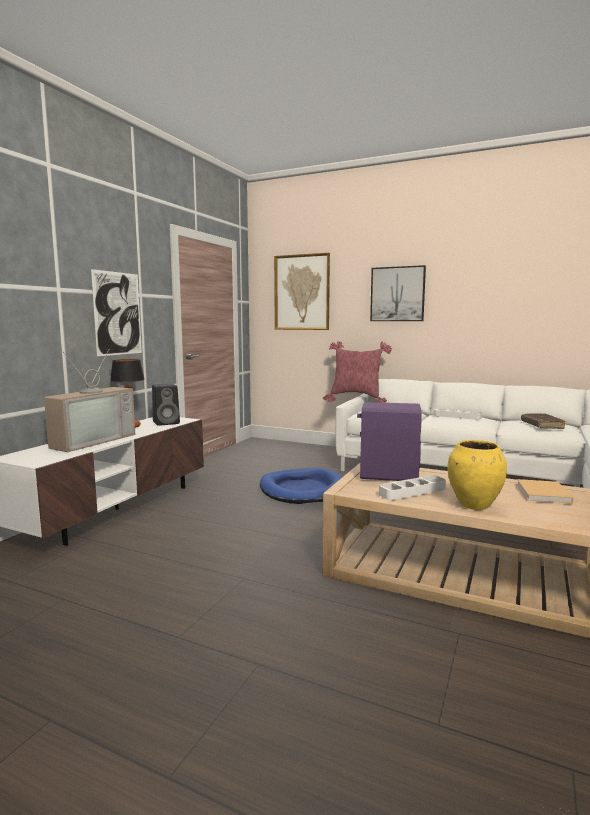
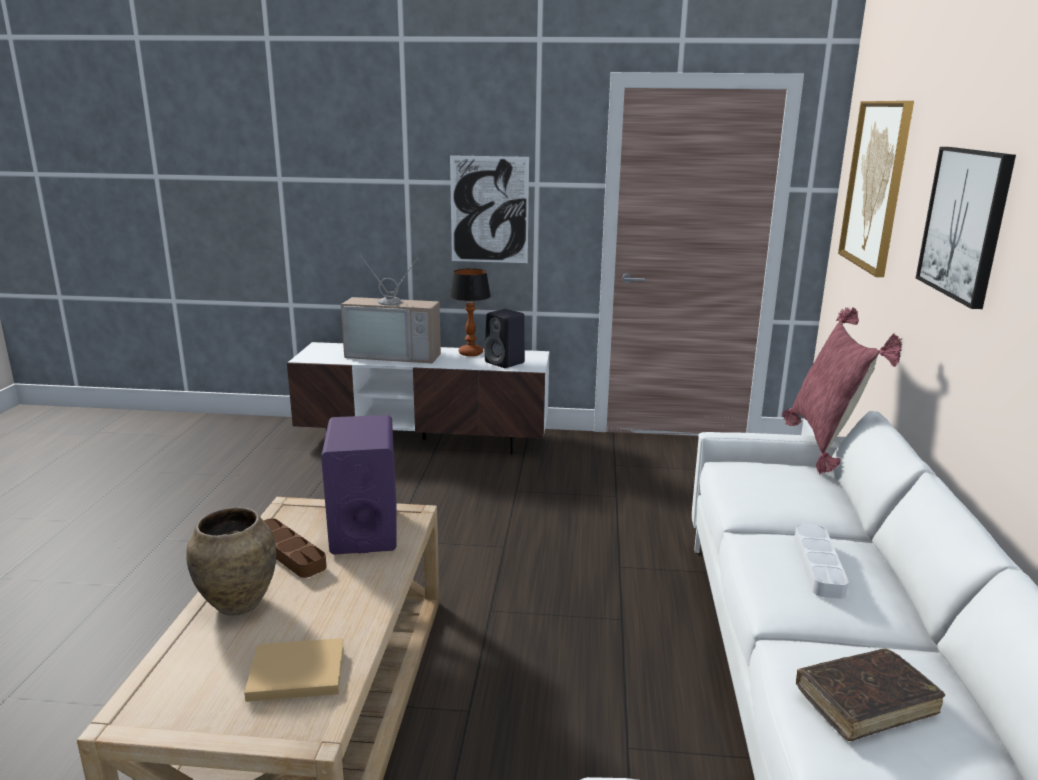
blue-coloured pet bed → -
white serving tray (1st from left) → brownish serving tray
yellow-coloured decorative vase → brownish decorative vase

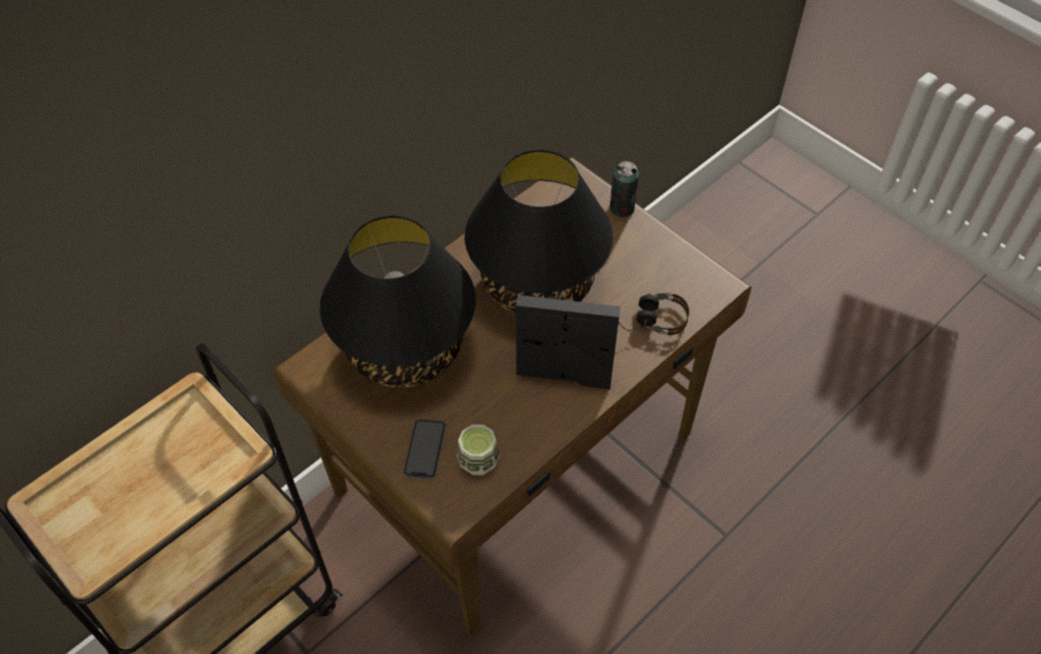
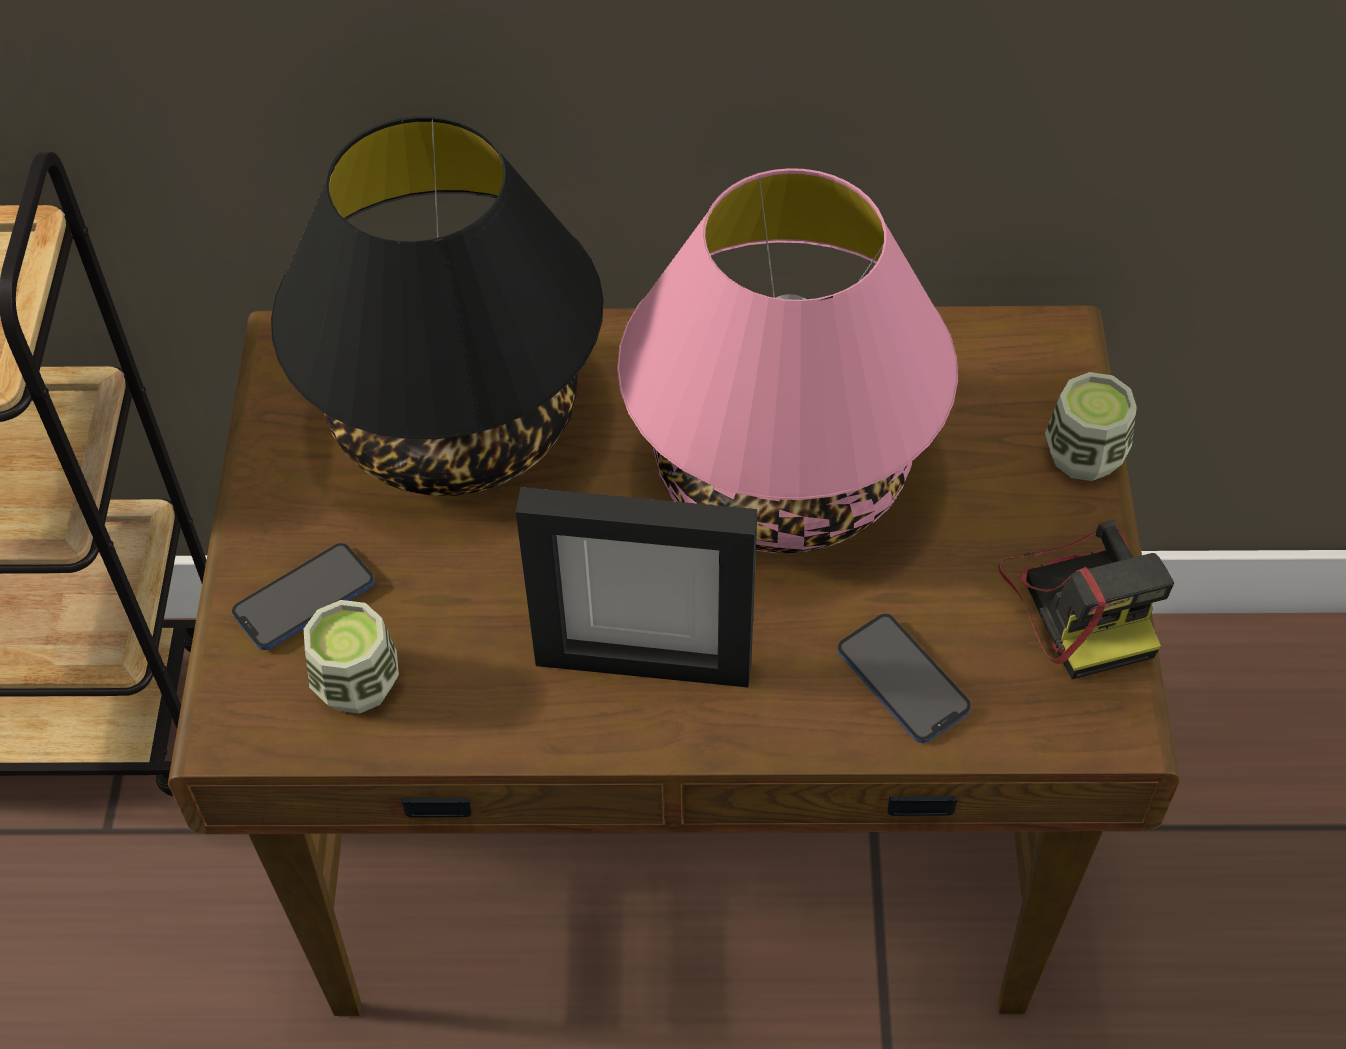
- → photo camera
can → cup (2nd from left)
headset → phone (2nd from left)
black lamp for a table (2nd from left) → pink lamp for a table
picture frame, 135 degrees clockwise

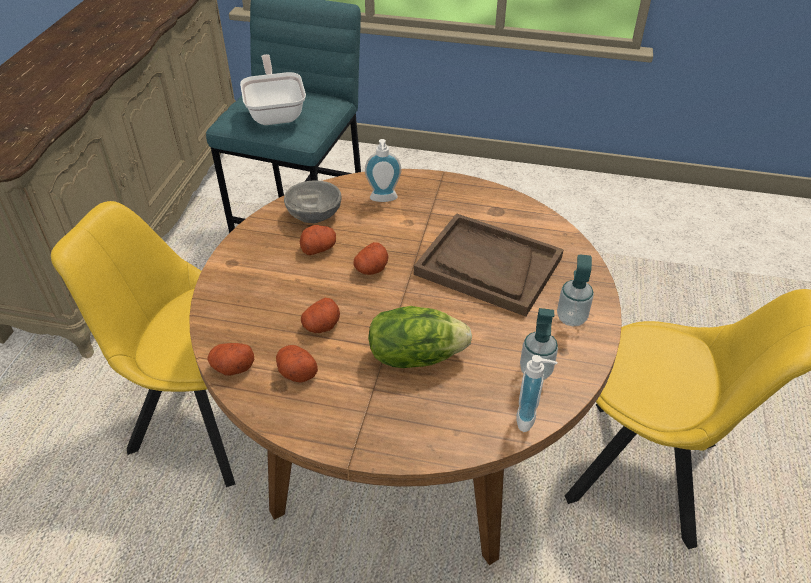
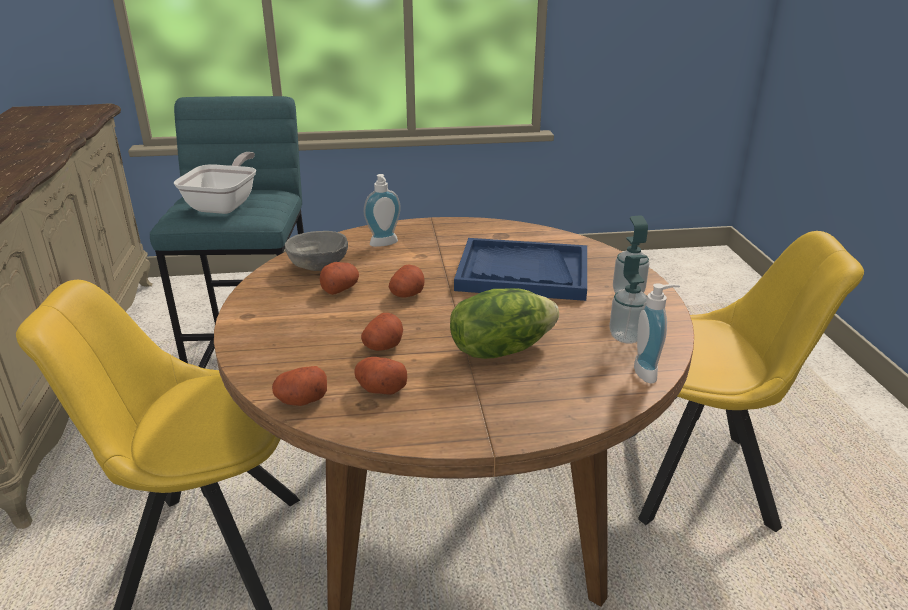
brownish serving tray → blue-coloured serving tray
pan, 45 degrees clockwise

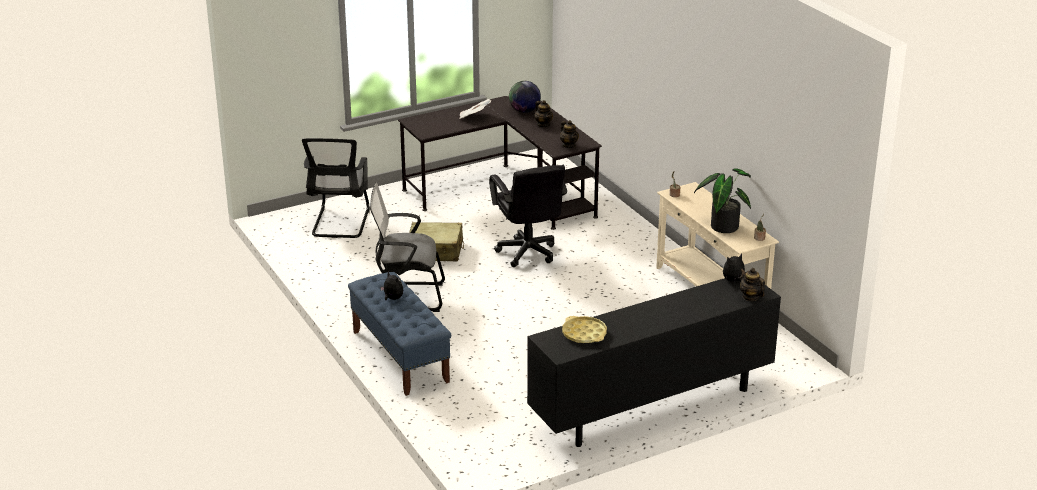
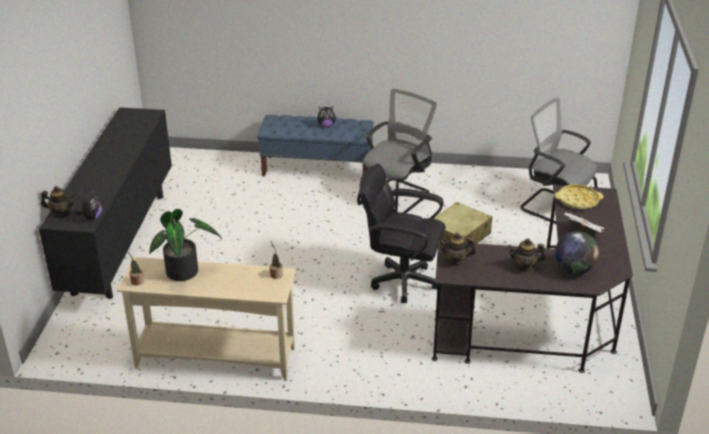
yellow-coloured serving tray, moved

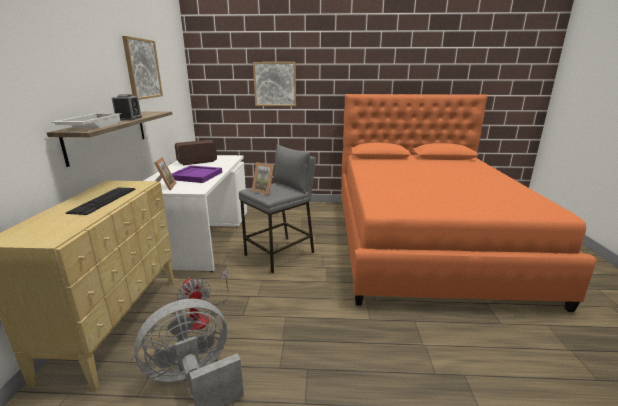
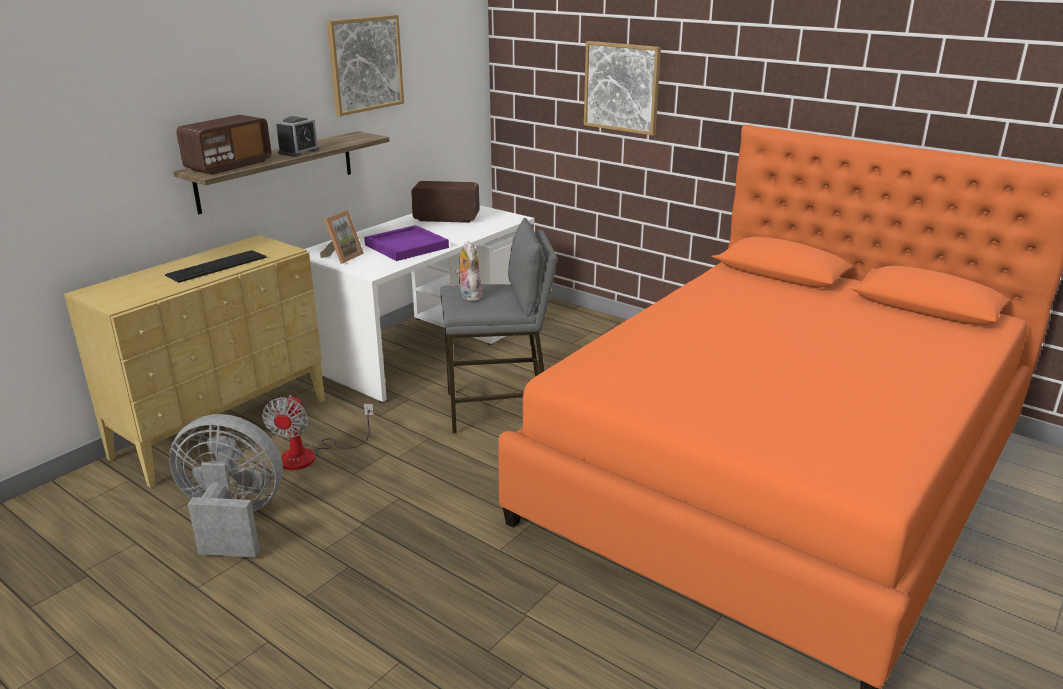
white serving tray → radio (1st from left)
picture frame (2nd from left) → cuddly toy

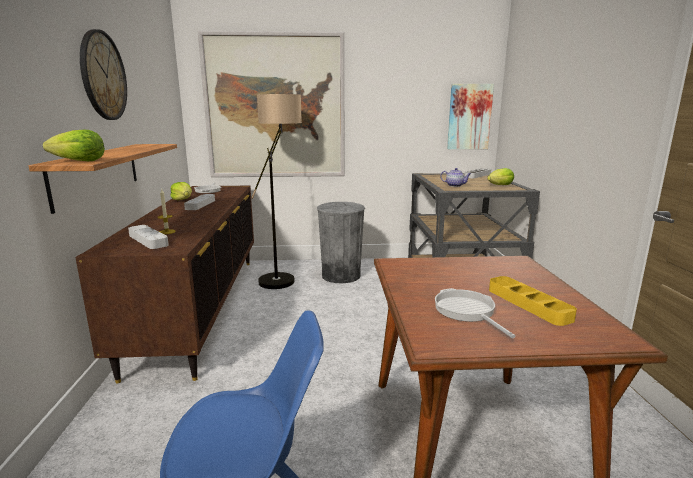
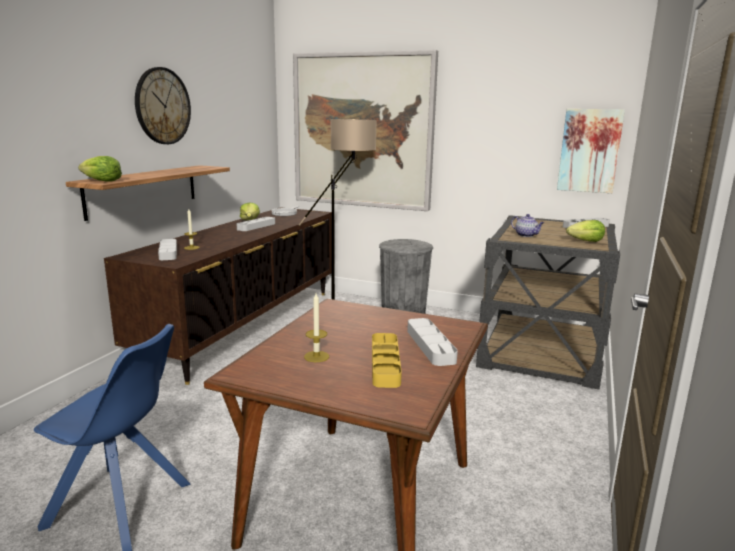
- → greyish serving tray (3rd from left)
pan (2nd from left) → wax light (2nd from left)

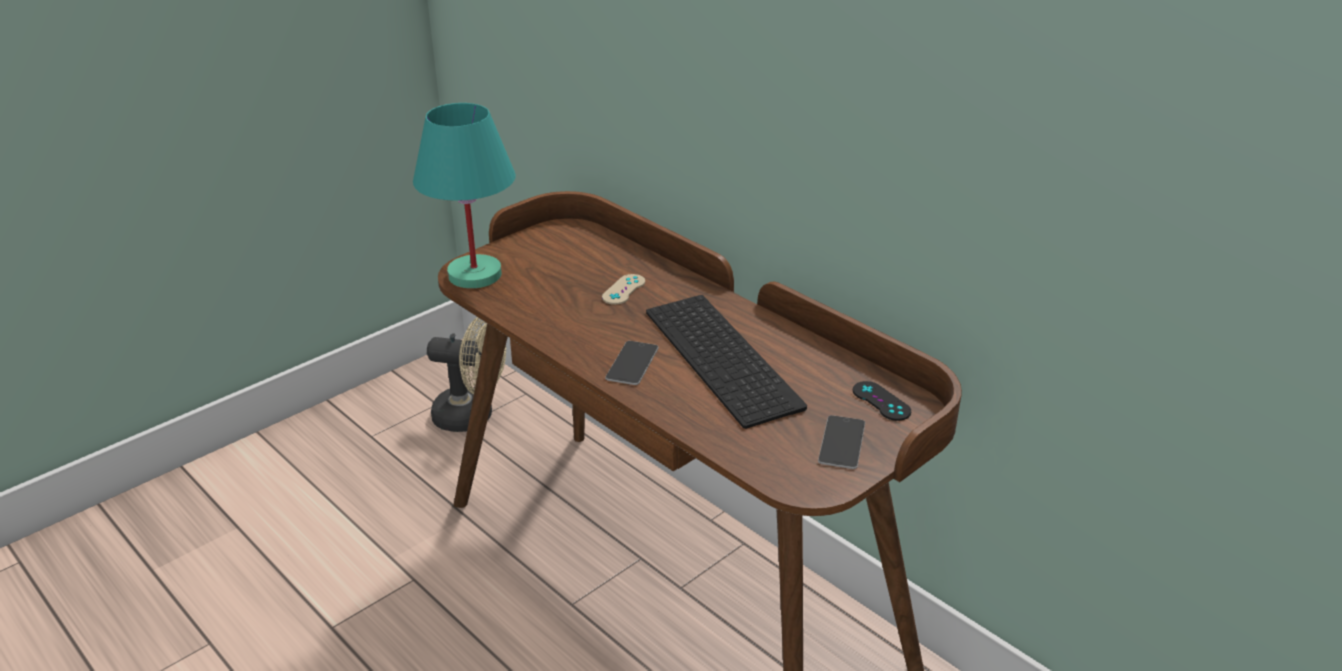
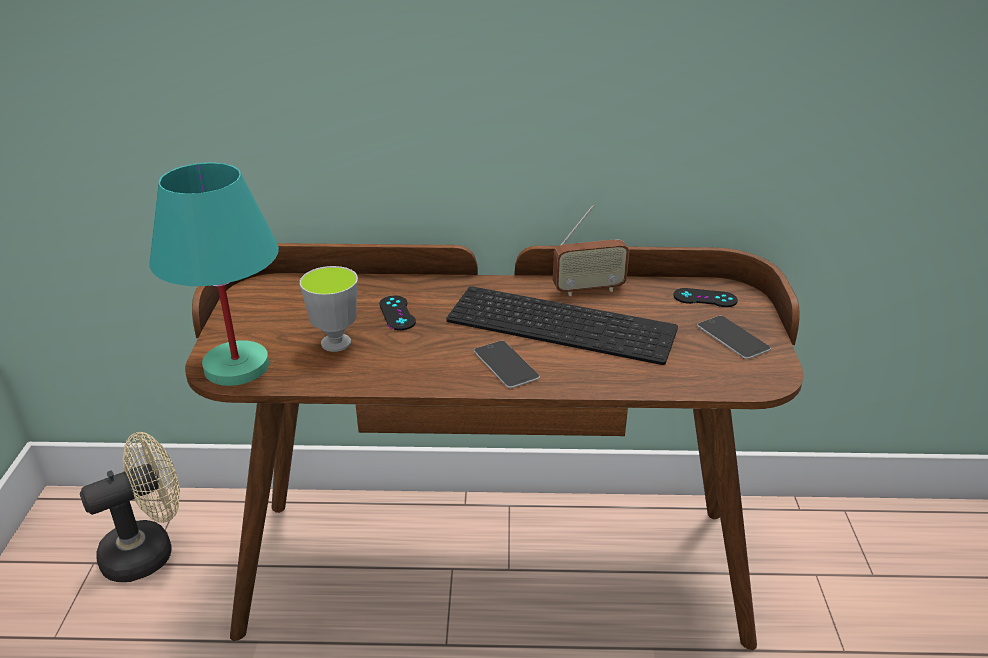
- → cup
- → radio
sand-coloured gamepad → black gamepad (1st from left)

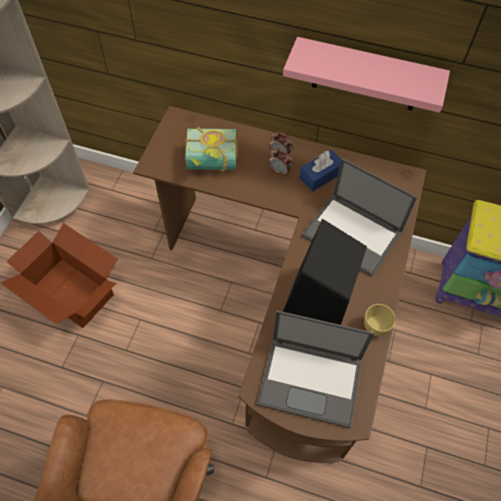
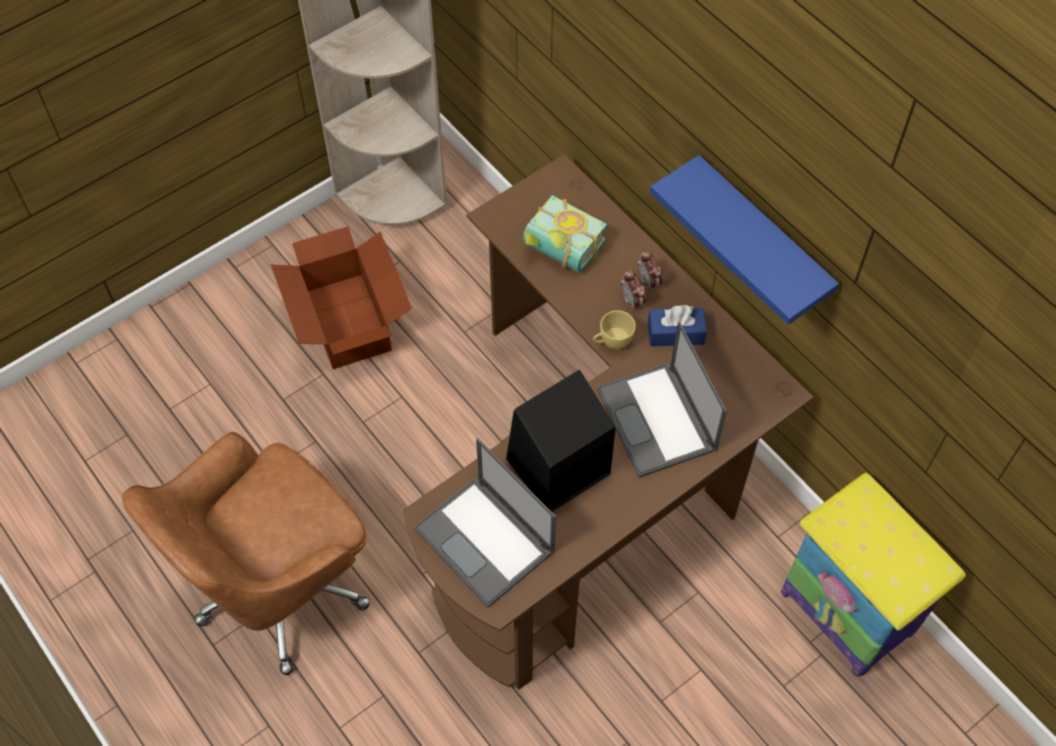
yellow-coloured cup, moved
pink bracket shelf → blue-coloured bracket shelf

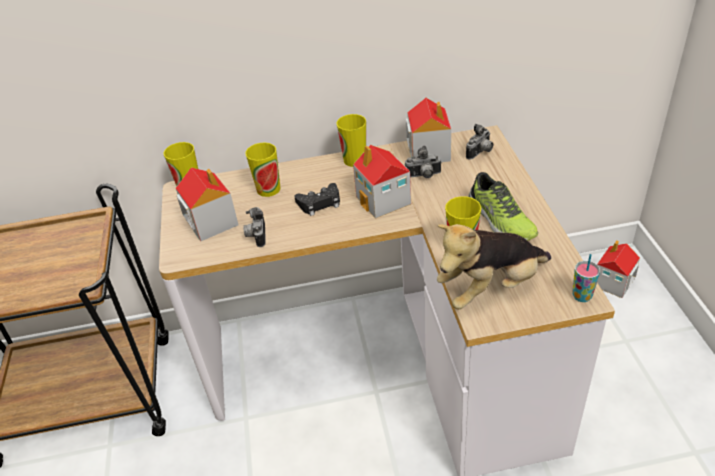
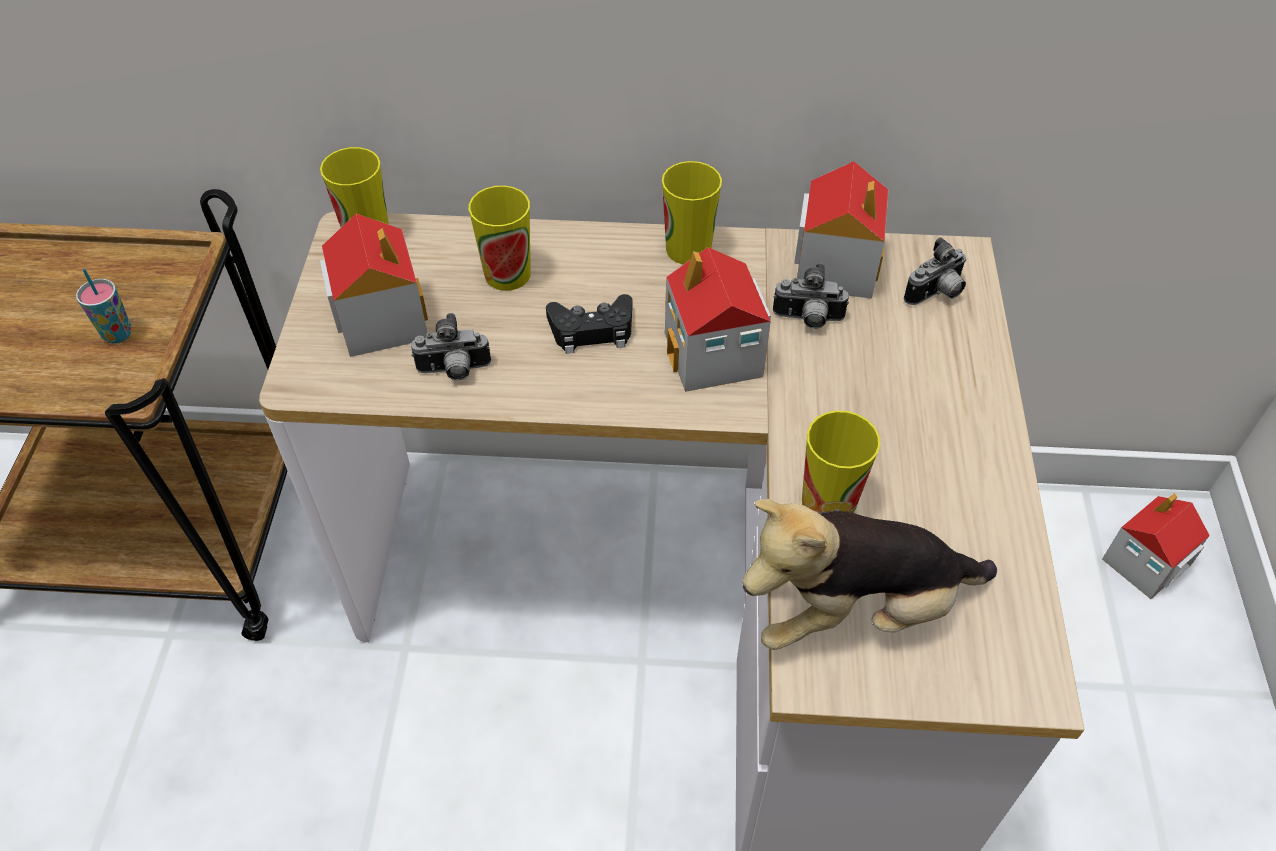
low shoe → -
cup (5th from left in the first image) → cup (1st from left), moved
photo camera (1st from left), 105 degrees counterclockwise

